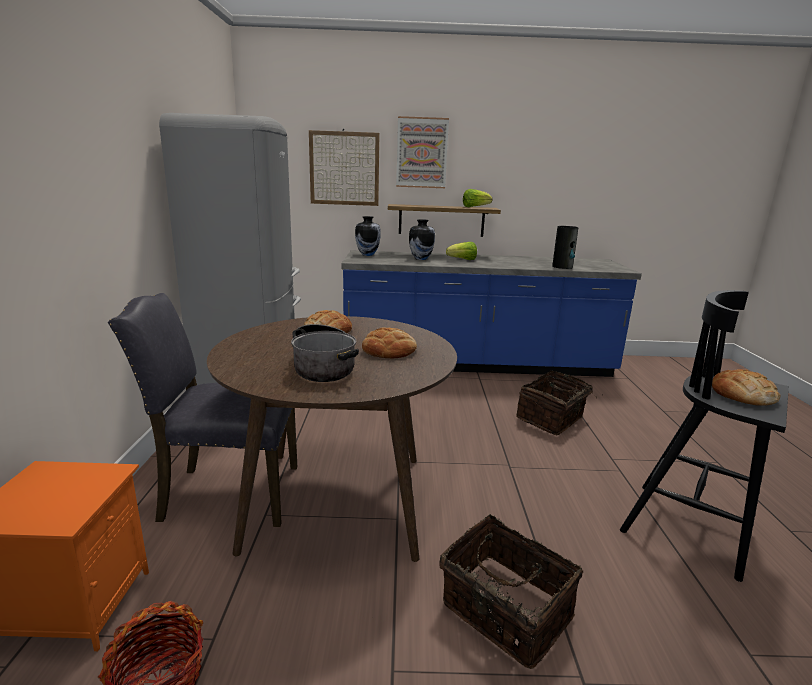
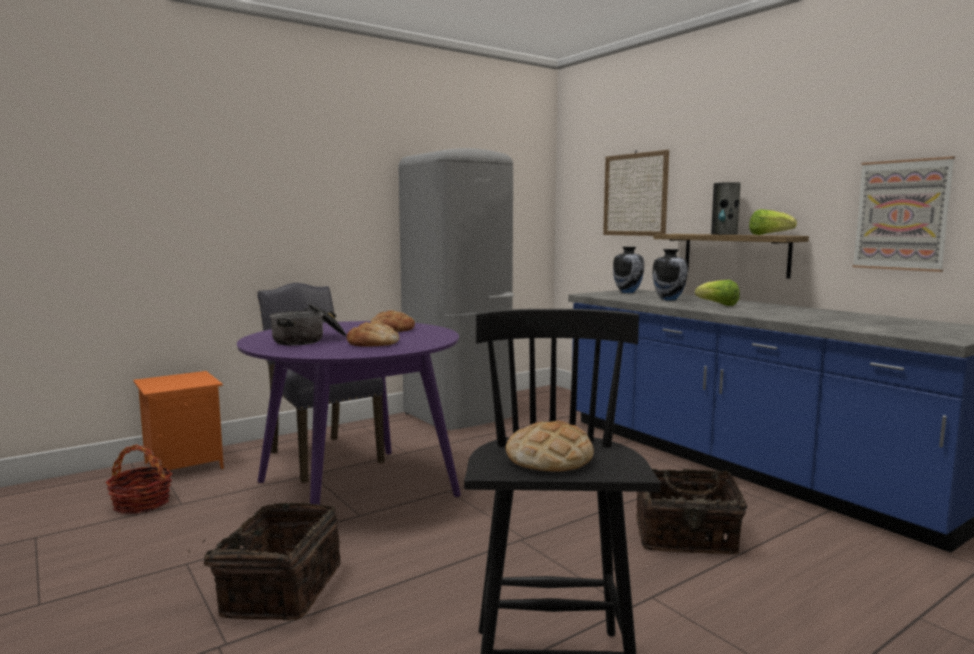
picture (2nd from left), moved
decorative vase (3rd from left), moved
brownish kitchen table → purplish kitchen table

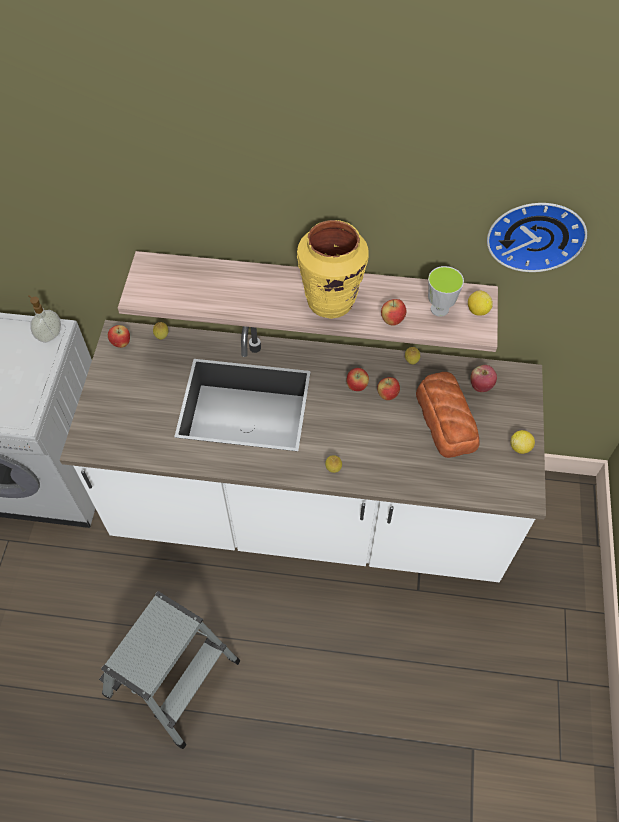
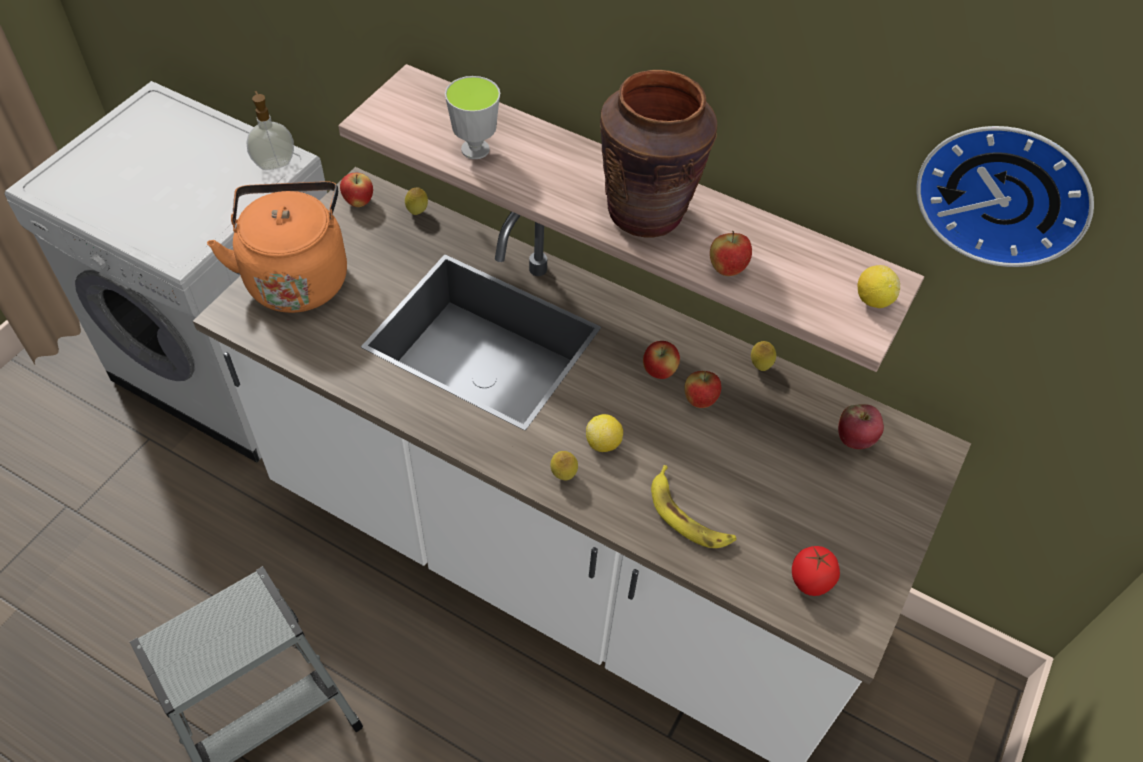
baked bread → -
- → orange-coloured tea kettle
- → banana
- → fresh tomato
cup, moved
whole lemon (5th from left in the first image) → whole lemon (3rd from left), moved
yellow-coloured decorative vase → brownish decorative vase

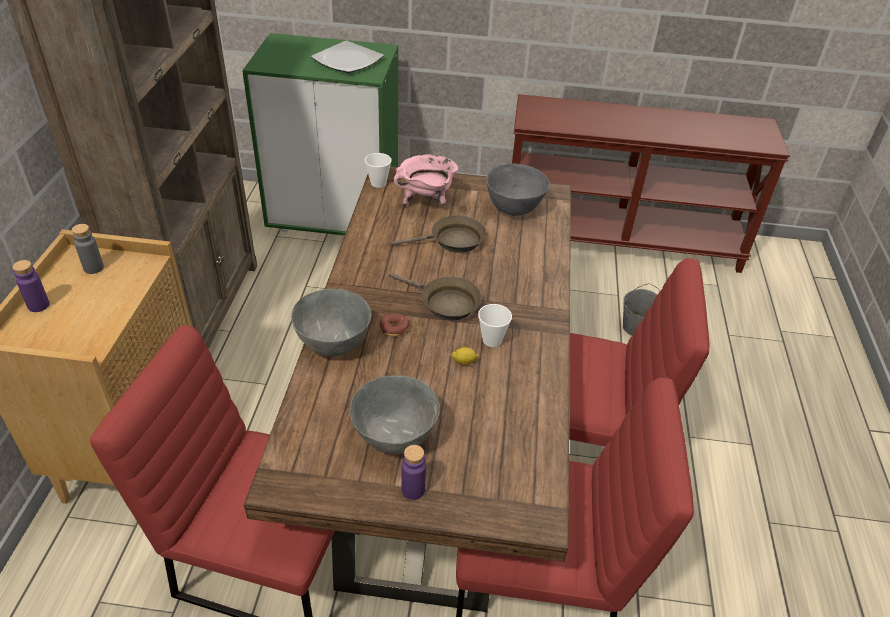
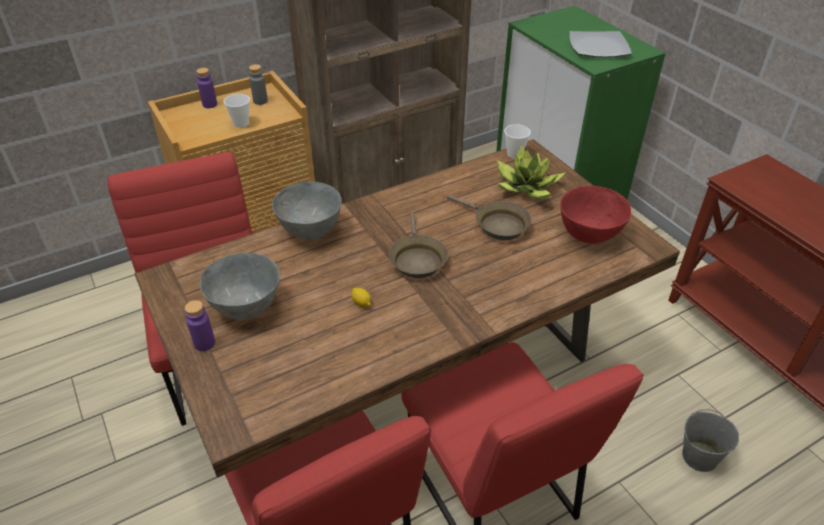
donut → -
cup (2nd from left in the first image) → cup (1st from left), moved
pink saucepot → plant in a pot
greyish serving bowl (3rd from left) → reddish serving bowl

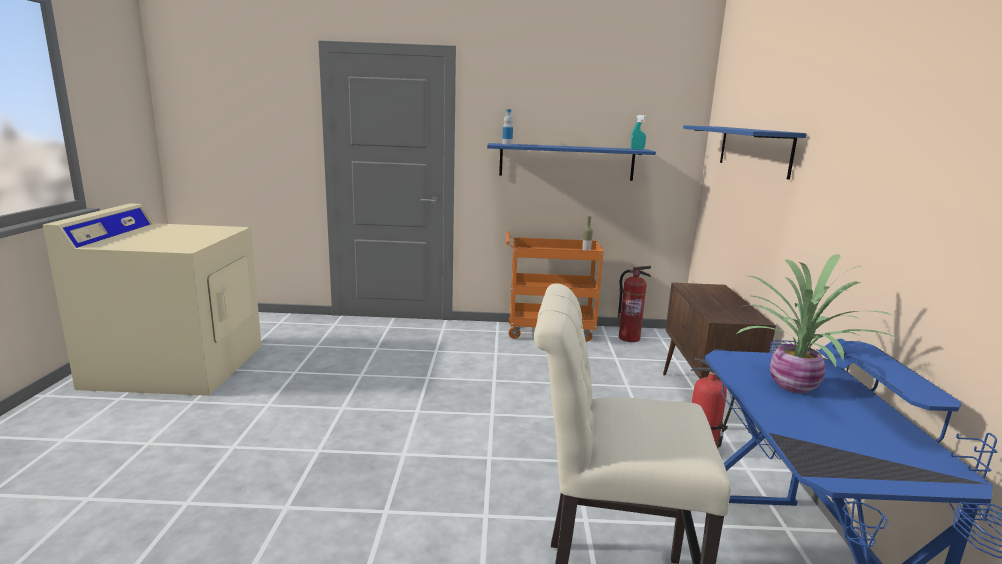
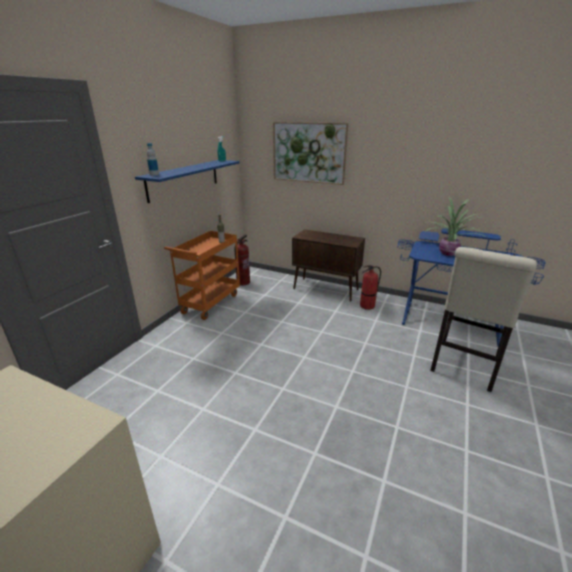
blue-coloured bracket shelf (2nd from left) → picture

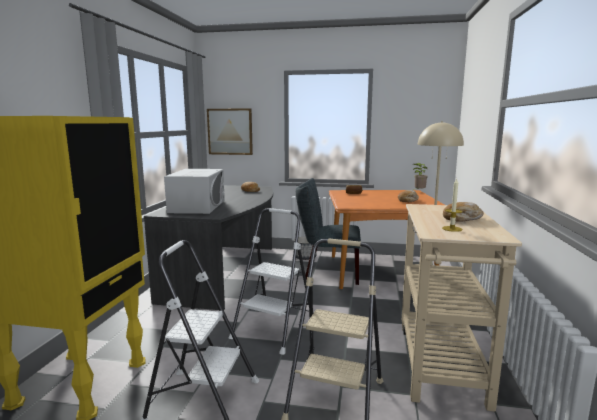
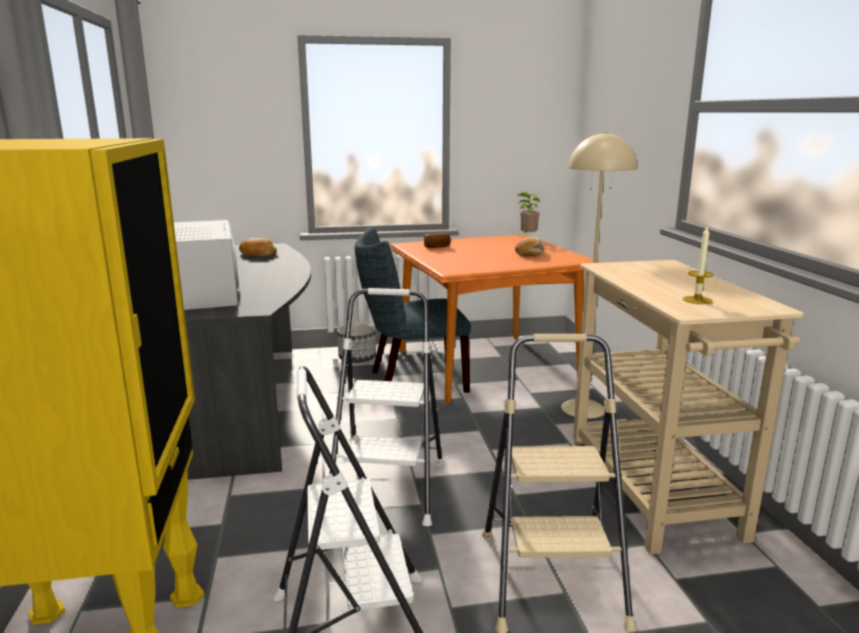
picture → -
baked bread (4th from left) → -

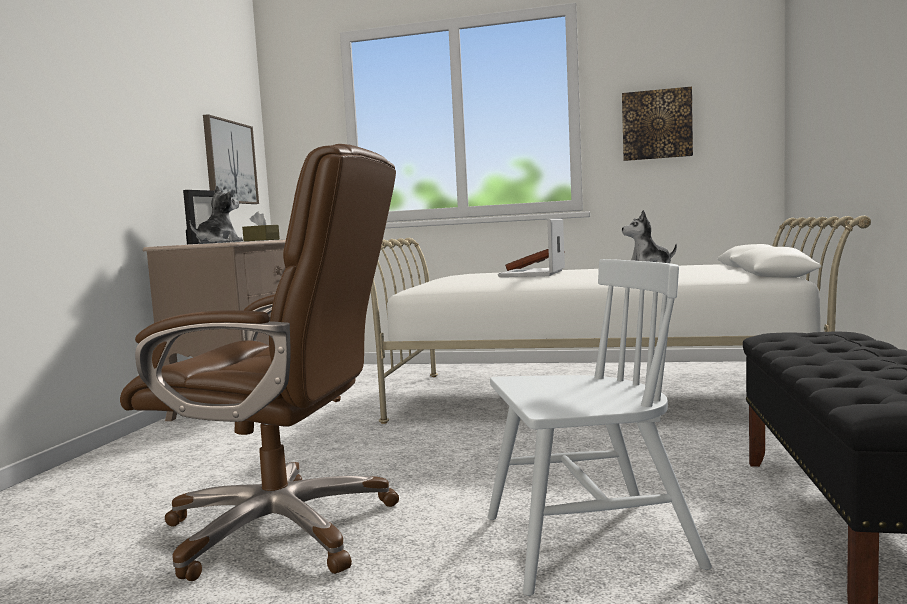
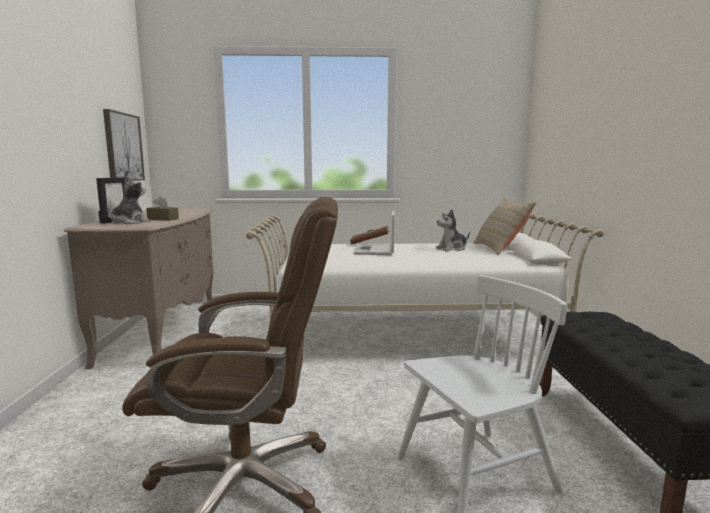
picture (2nd from left) → -
- → sand-coloured pillow

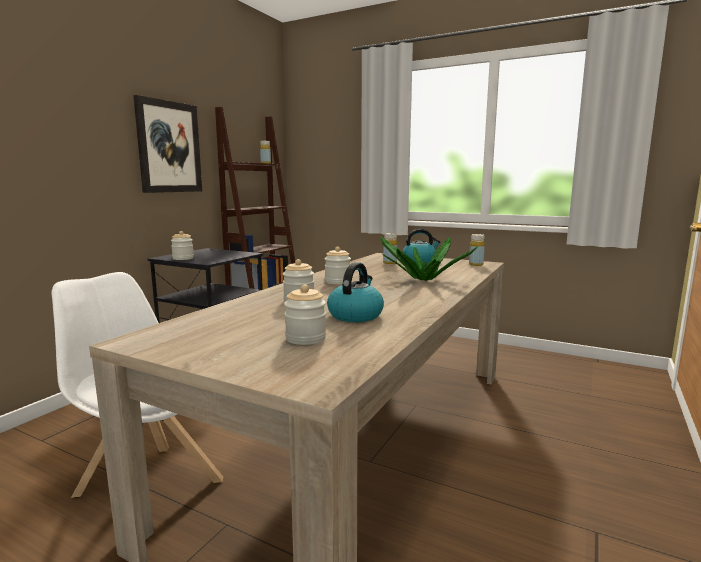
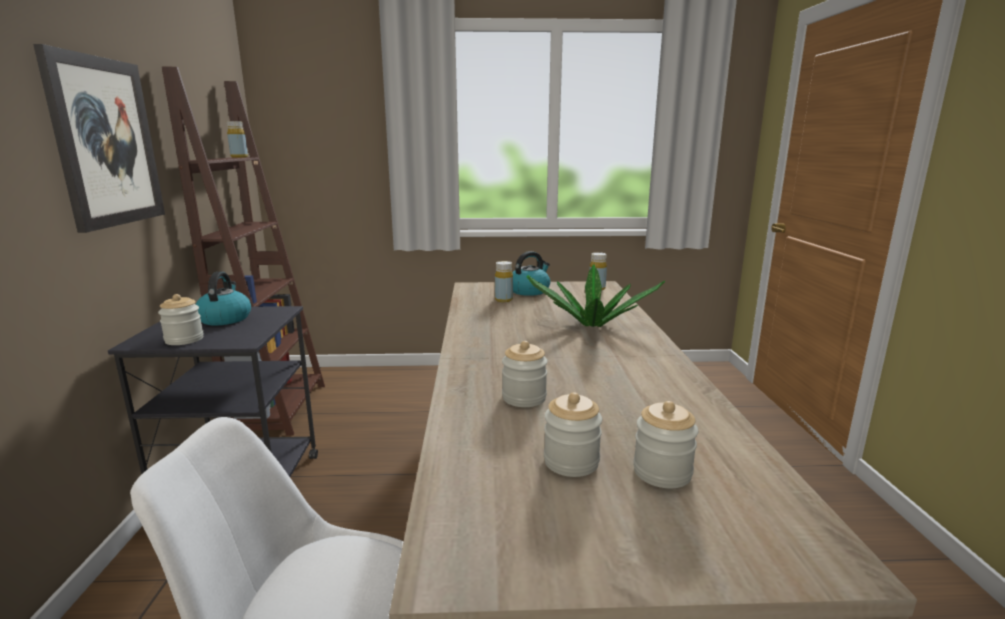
storage jar (4th from left in the first image) → storage jar (3rd from left), moved
tea kettle (1st from left), moved

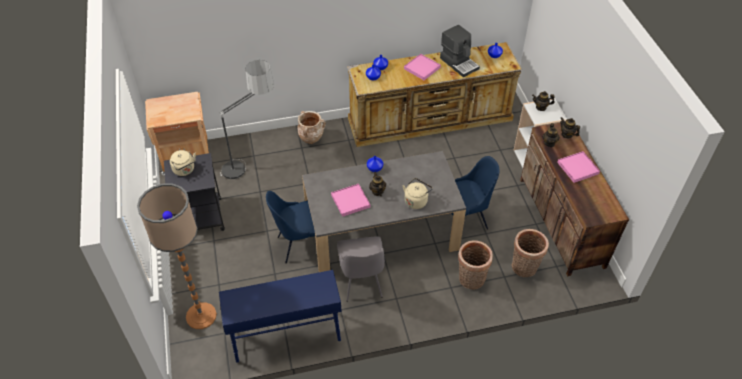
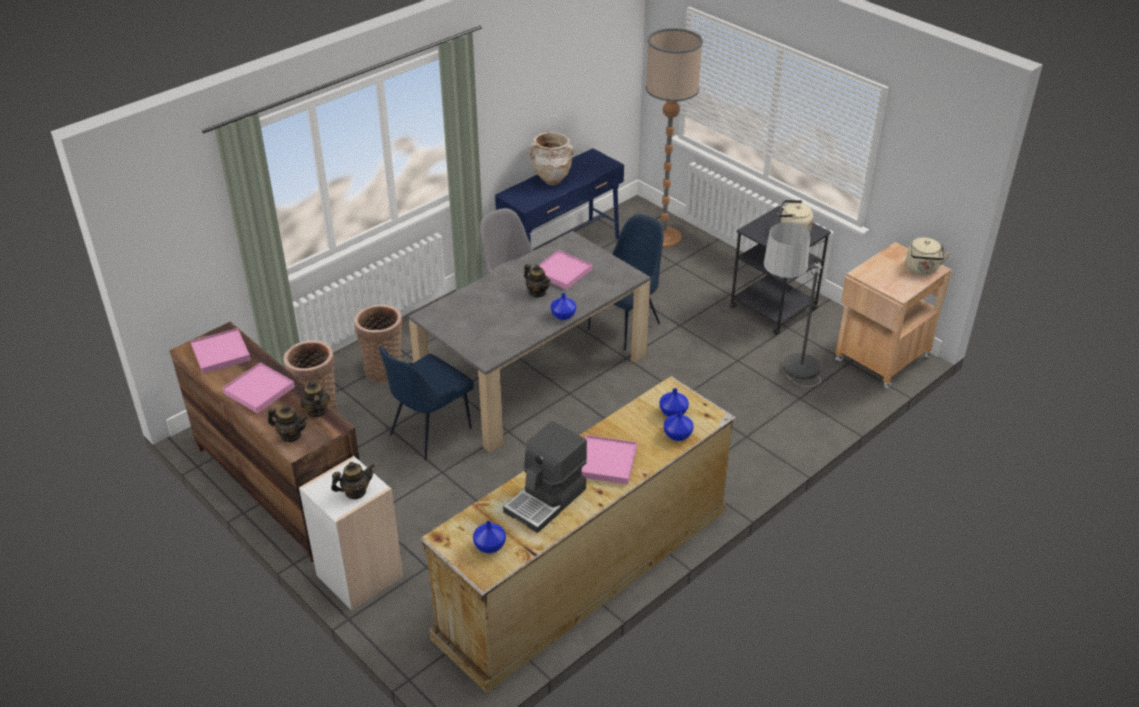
- → pink serving tray (1st from left)
sand-coloured decorative vase, moved
sand-coloured tea kettle (2nd from left), moved
coffee machine, 75 degrees counterclockwise

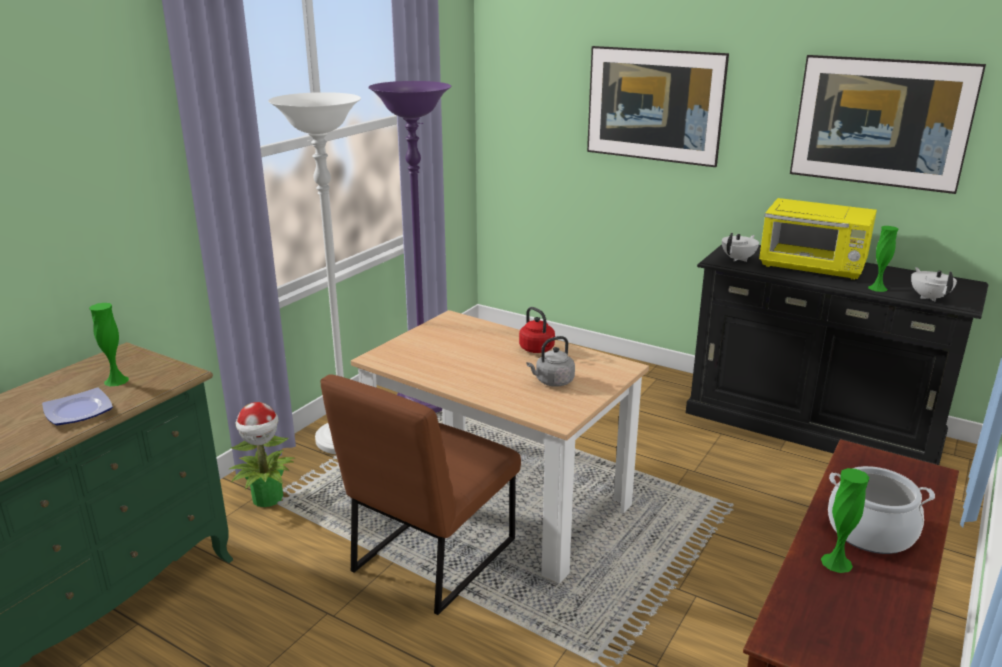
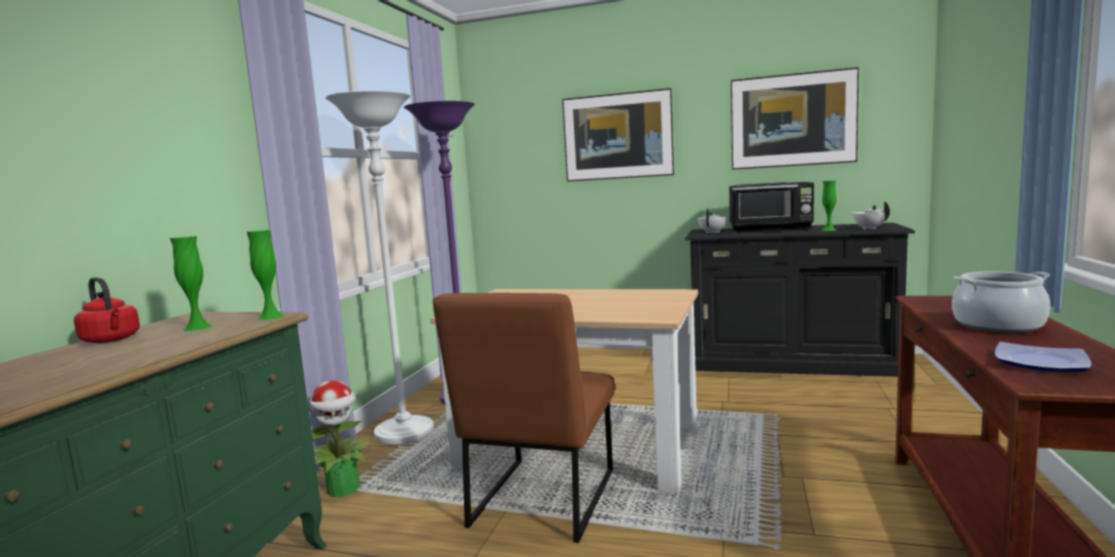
greyish tea kettle → -
plate, moved
reddish tea kettle, moved
green-coloured decorative vase (2nd from left), moved
yellow-coloured microwave → black microwave

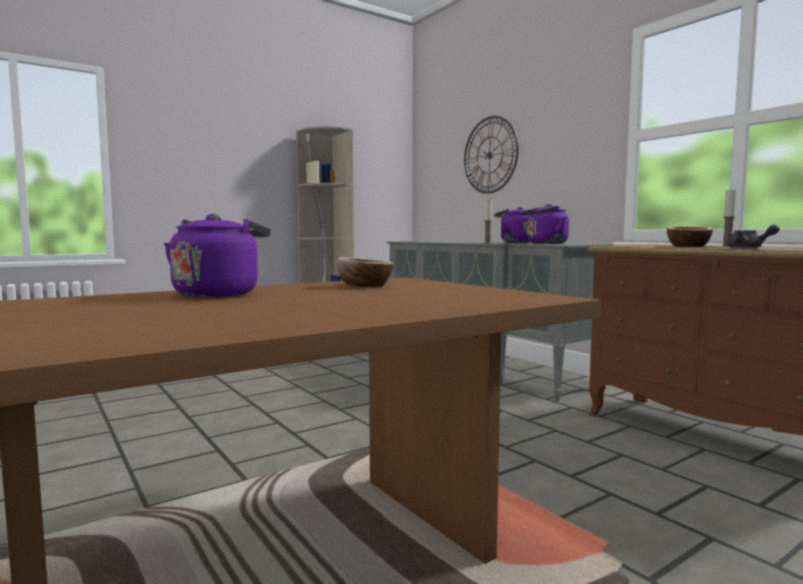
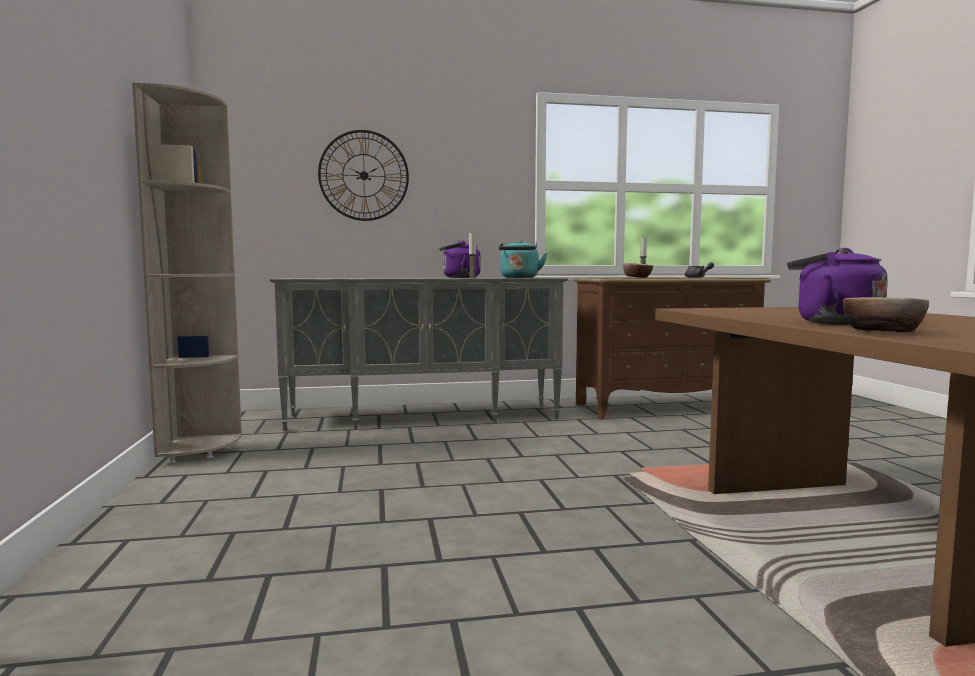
serving bowl (1st from left in the first image) → serving bowl (2nd from left), moved
purplish tea kettle (3rd from left) → turquoise-coloured tea kettle

